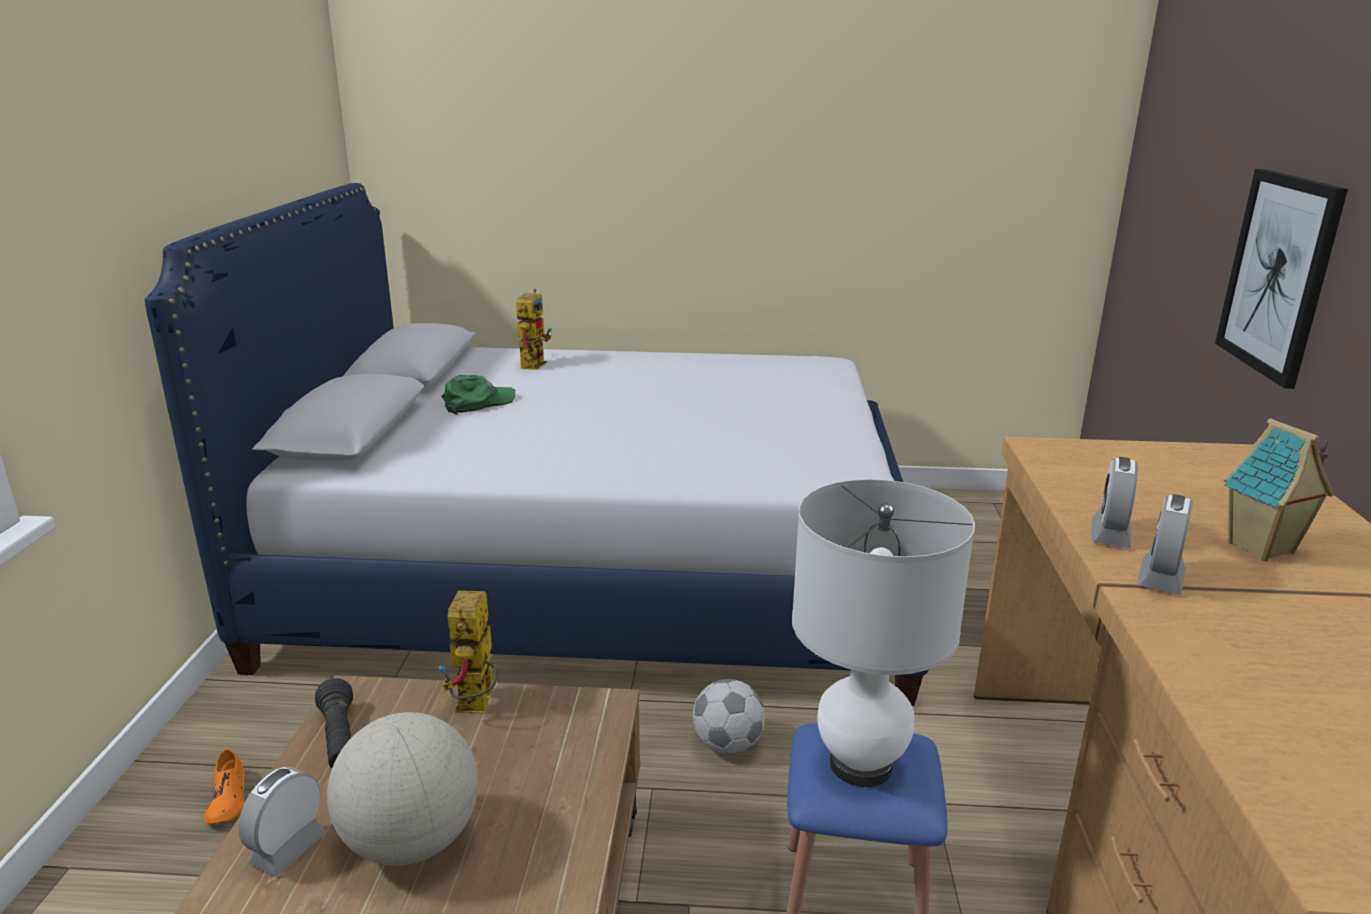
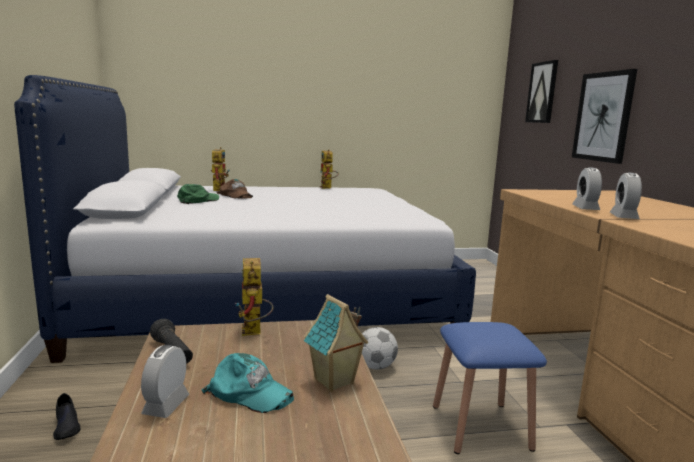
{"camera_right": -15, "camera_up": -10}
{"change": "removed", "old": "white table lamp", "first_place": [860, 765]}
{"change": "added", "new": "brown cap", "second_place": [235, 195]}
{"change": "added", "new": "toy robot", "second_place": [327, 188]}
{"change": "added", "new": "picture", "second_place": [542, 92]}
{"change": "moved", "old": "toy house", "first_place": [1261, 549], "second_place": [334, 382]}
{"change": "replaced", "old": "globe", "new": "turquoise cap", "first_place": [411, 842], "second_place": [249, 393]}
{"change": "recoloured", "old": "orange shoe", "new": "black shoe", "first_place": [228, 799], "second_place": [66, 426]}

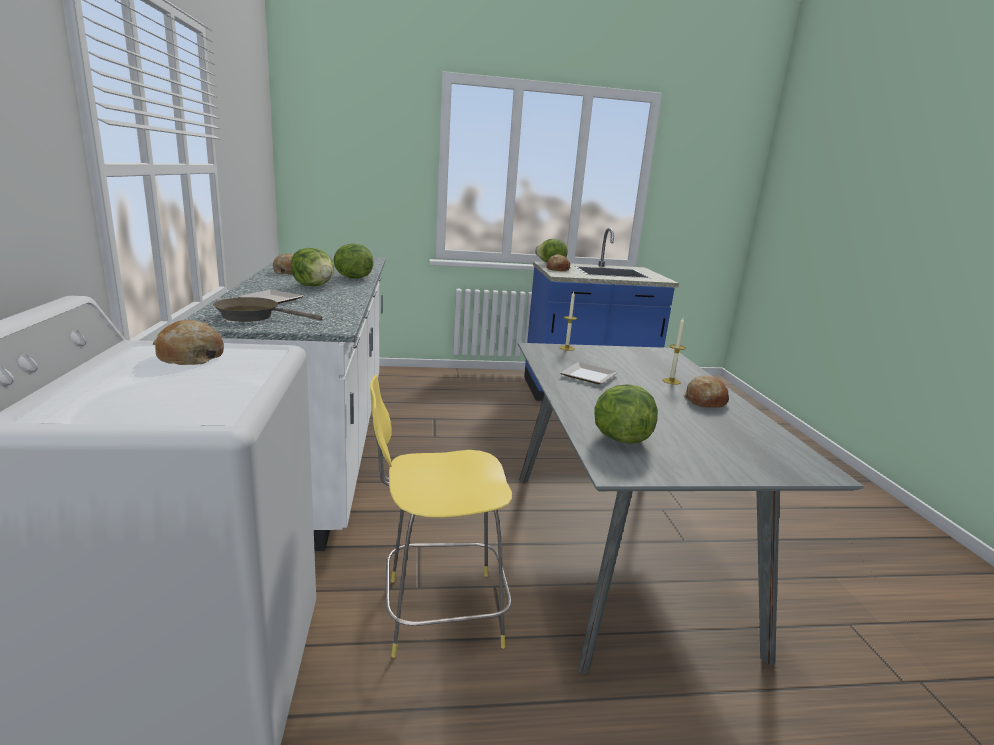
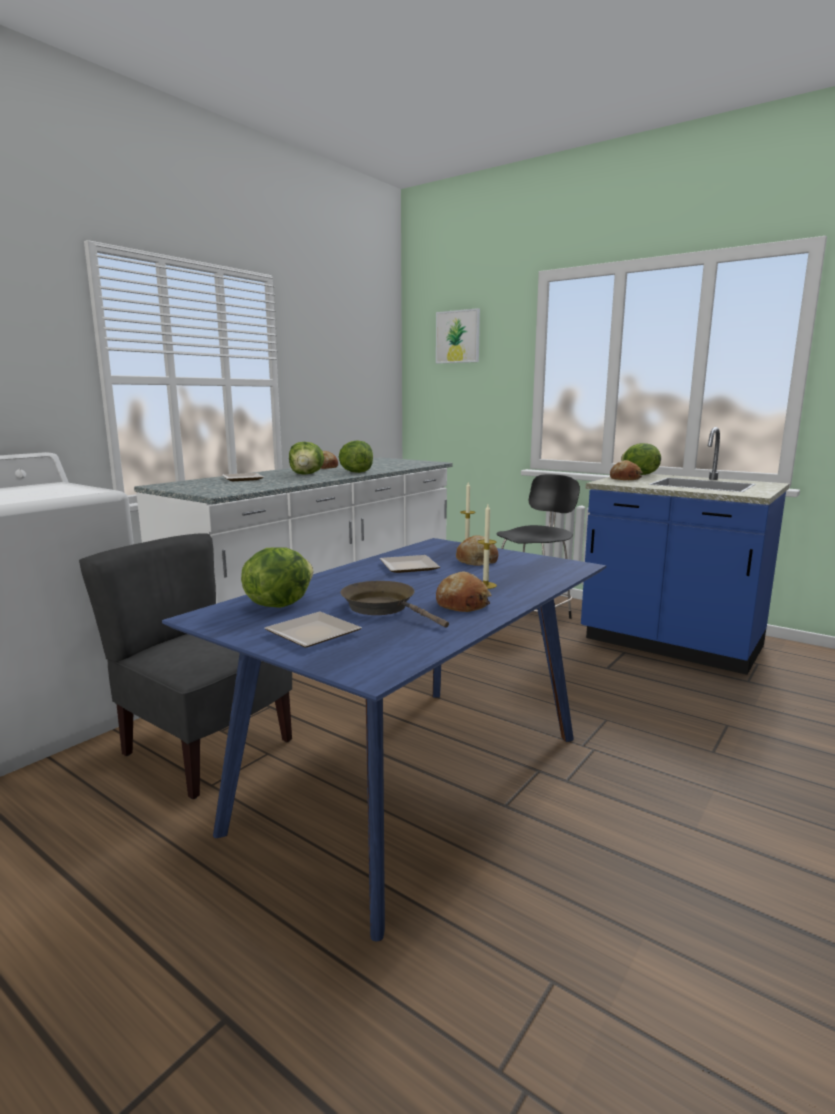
{"camera_right": 45, "camera_up": -5}
{"change": "added", "new": "plate", "second_place": [309, 634]}
{"change": "added", "new": "picture", "second_place": [458, 336]}
{"change": "added", "new": "black stool", "second_place": [532, 619]}
{"change": "moved", "old": "bread", "first_place": [189, 357], "second_place": [476, 561]}
{"change": "moved", "old": "brown frying pan", "first_place": [253, 316], "second_place": [383, 608]}
{"change": "replaced", "old": "yellow stool", "new": "grey chair", "first_place": [438, 612], "second_place": [205, 749]}
{"change": "recoloured", "old": "grey dining table", "new": "blue dining table", "first_place": [617, 551], "second_place": [414, 779]}

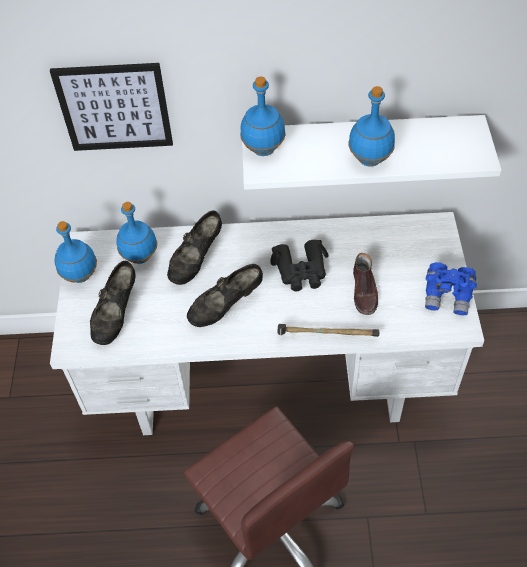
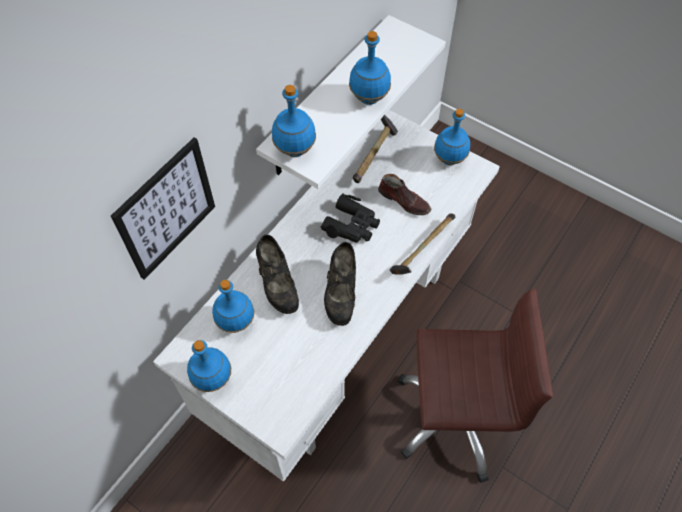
{"camera_right": -55, "camera_up": 5}
{"change": "removed", "old": "black shoe", "first_place": [116, 315]}
{"change": "added", "new": "hammer", "second_place": [374, 155]}
{"change": "replaced", "old": "blue binoculars", "new": "blue bottle", "first_place": [448, 296], "second_place": [449, 159]}

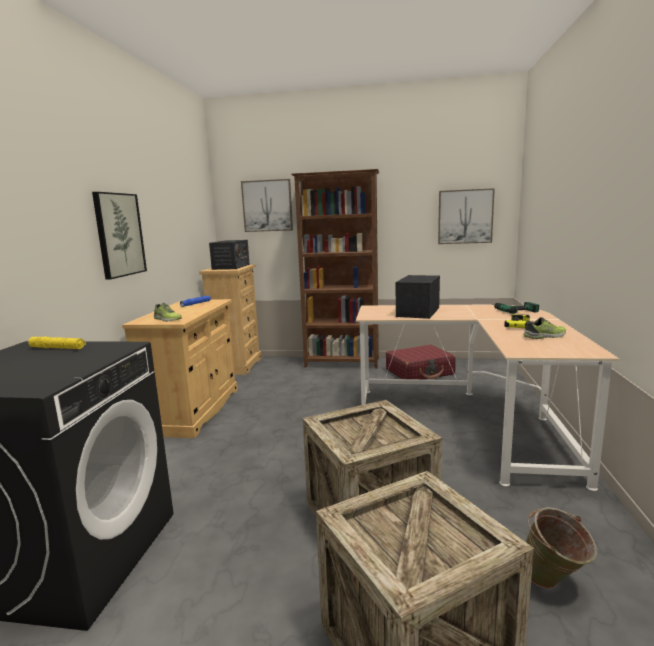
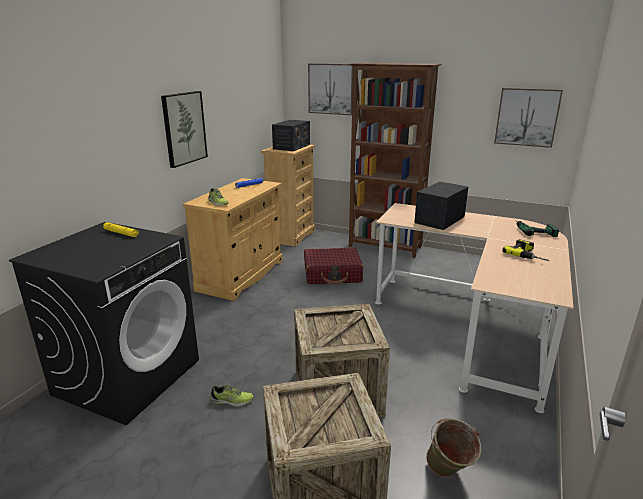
{"camera_right": 15, "camera_up": 10}
{"change": "moved", "old": "red suitcase", "first_place": [420, 372], "second_place": [332, 274]}
{"change": "moved", "old": "shoe", "first_place": [545, 336], "second_place": [231, 401]}

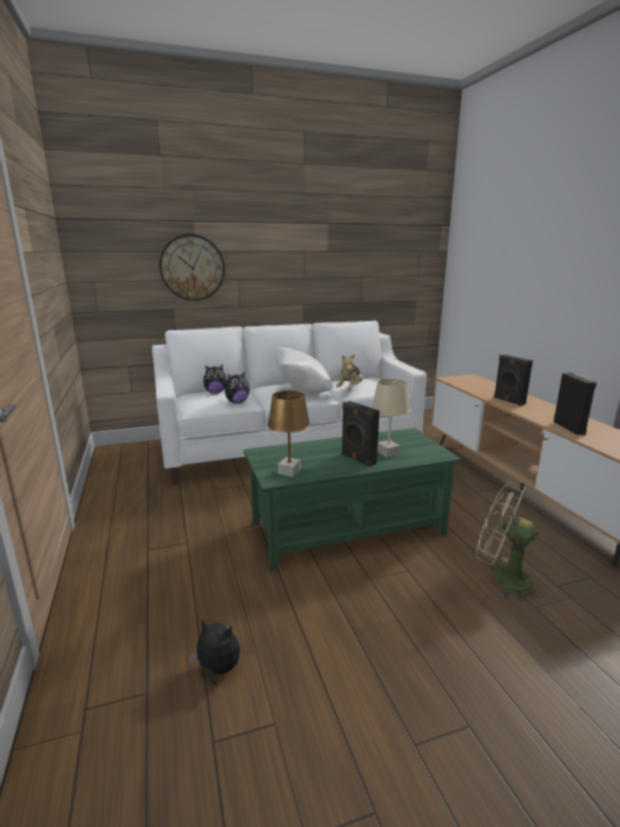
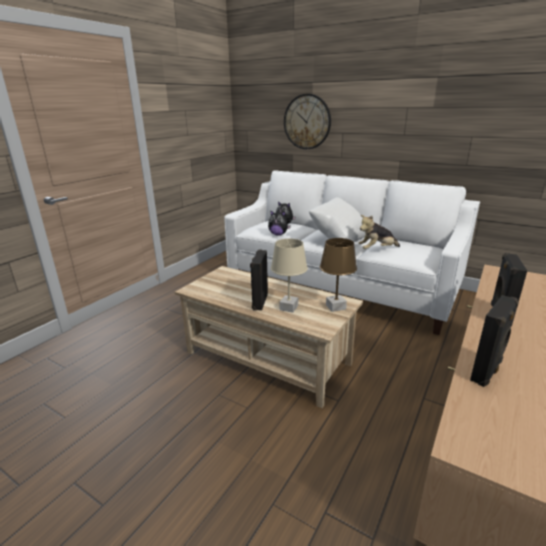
{"camera_right": 50, "camera_up": 5}
{"change": "removed", "old": "plush toy", "first_place": [218, 670]}
{"change": "removed", "old": "green fan", "first_place": [502, 577]}
{"change": "moved", "old": "brown table lamp", "first_place": [289, 471], "second_place": [336, 307]}
{"change": "recoloured", "old": "green coffee table", "new": "beige coffee table", "first_place": [347, 528], "second_place": [268, 358]}

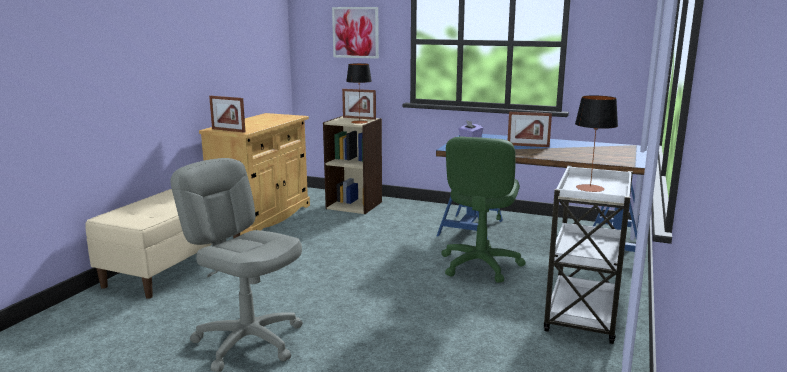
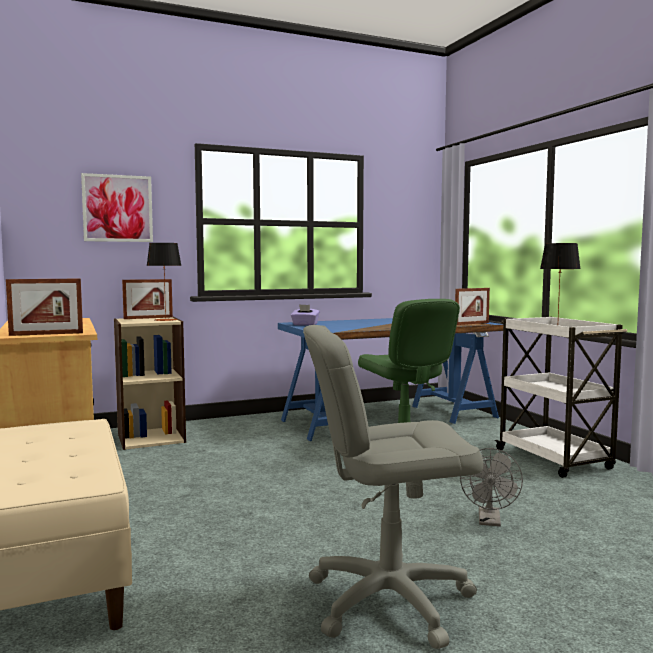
{"camera_right": -45, "camera_up": -10}
{"change": "added", "new": "grey fan", "second_place": [490, 521]}
{"change": "moved", "old": "picture frame", "first_place": [528, 146], "second_place": [471, 323]}

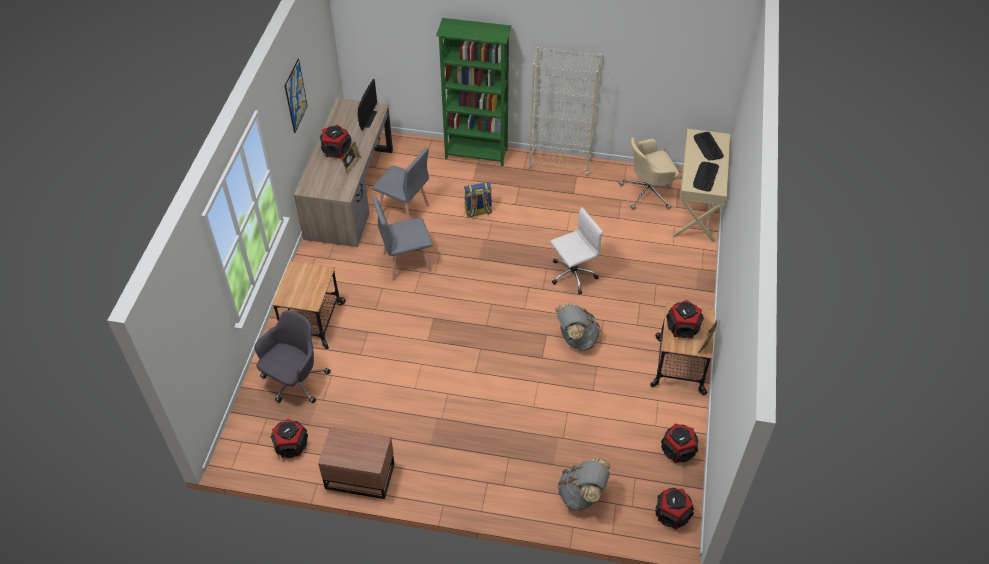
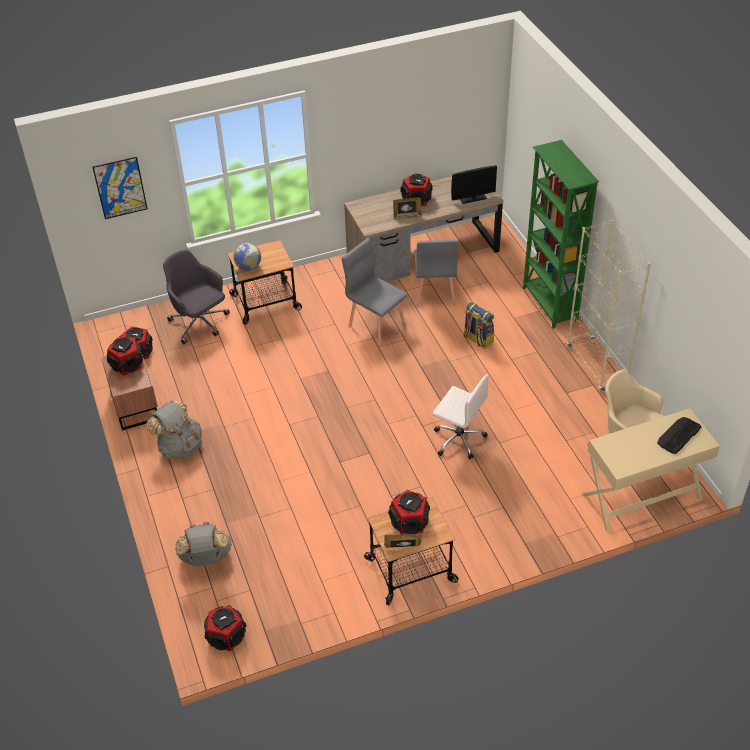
{"camera_right": 60, "camera_up": -5}
{"change": "removed", "old": "keyboard", "first_place": [705, 176]}
{"change": "added", "new": "globe", "second_place": [248, 267]}
{"change": "moved", "old": "picture", "first_place": [295, 96], "second_place": [120, 188]}
{"change": "moved", "old": "grey backpack", "first_place": [576, 339], "second_place": [180, 446]}
{"change": "moved", "old": "speaker", "first_place": [678, 450], "second_place": [127, 365]}
{"change": "turned", "old": "grey office chair", "first_place": [295, 381], "second_place": [199, 323], "degrees": -135}

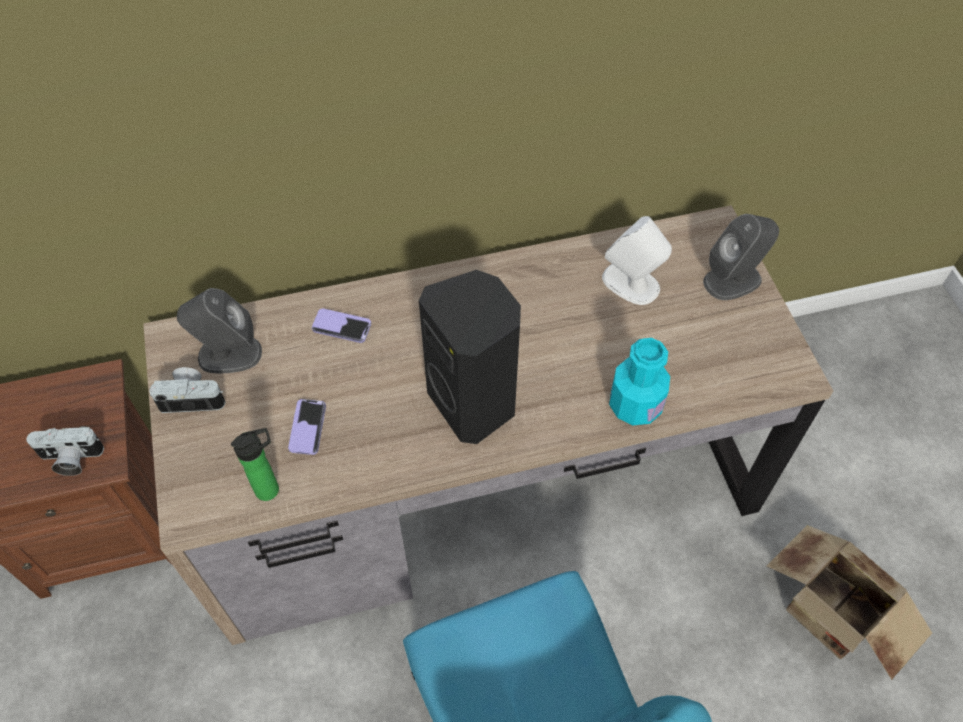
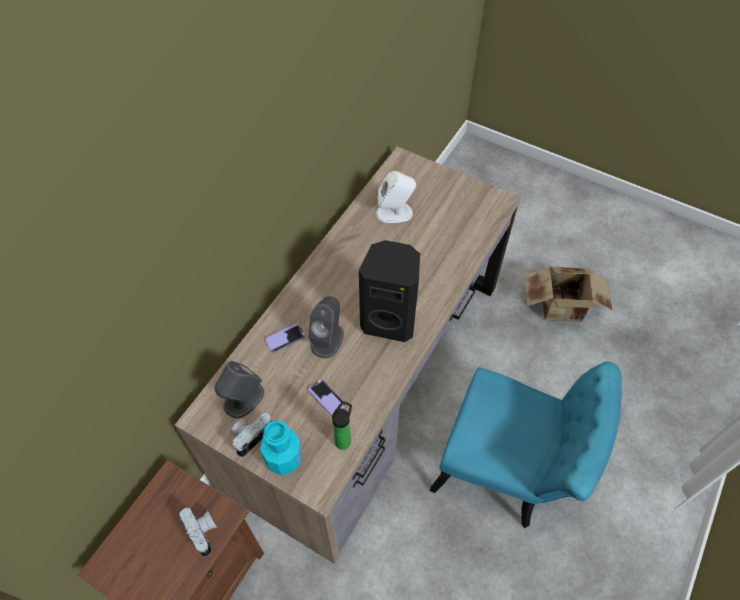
{"camera_right": -45, "camera_up": 0}
{"change": "moved", "old": "turquoise bottle", "first_place": [635, 405], "second_place": [284, 457]}
{"change": "moved", "old": "grey speaker", "first_place": [733, 280], "second_place": [327, 339]}
{"change": "turned", "old": "photo camera", "first_place": [70, 459], "second_place": [204, 531], "degrees": -75}

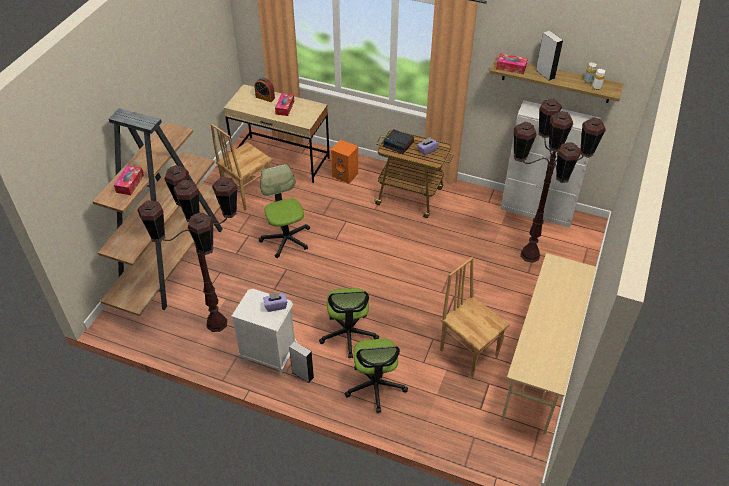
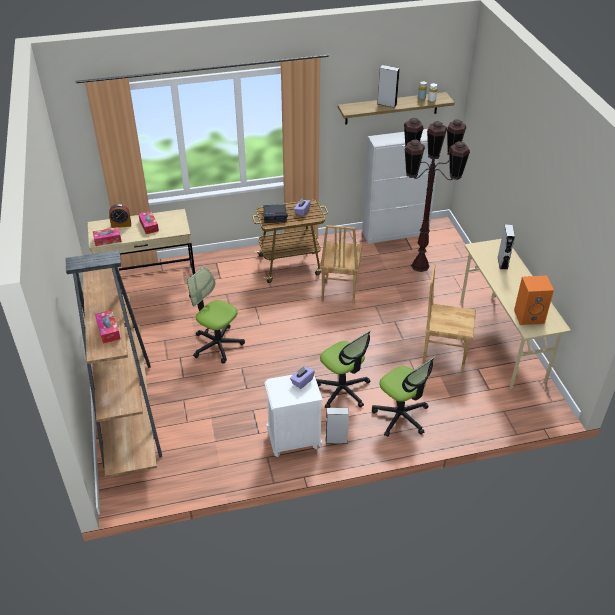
{"camera_right": -35, "camera_up": -5}
{"change": "removed", "old": "brown floor lamp", "first_place": [217, 323]}
{"change": "added", "new": "grey speaker", "second_place": [502, 263]}
{"change": "moved", "old": "brown chair", "first_place": [247, 193], "second_place": [339, 291]}
{"change": "moved", "old": "orange speaker", "first_place": [346, 175], "second_place": [529, 316]}
{"change": "moved", "old": "tissue box", "first_place": [511, 67], "second_place": [107, 240]}

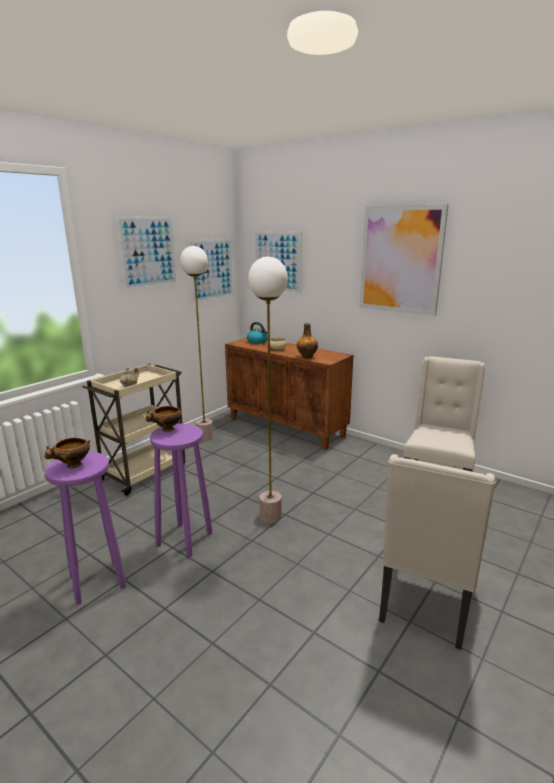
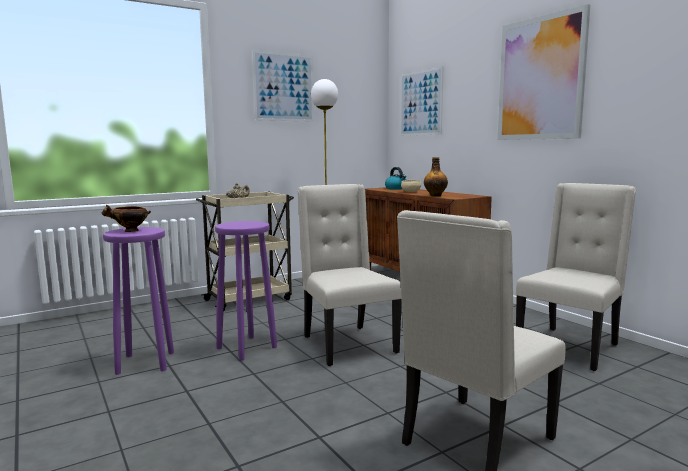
{"camera_right": 20, "camera_up": -10}
{"change": "removed", "old": "bowl", "first_place": [167, 430]}
{"change": "removed", "old": "picture", "first_place": [212, 270]}
{"change": "replaced", "old": "floor lamp", "new": "beige chair", "first_place": [270, 516], "second_place": [346, 344]}

